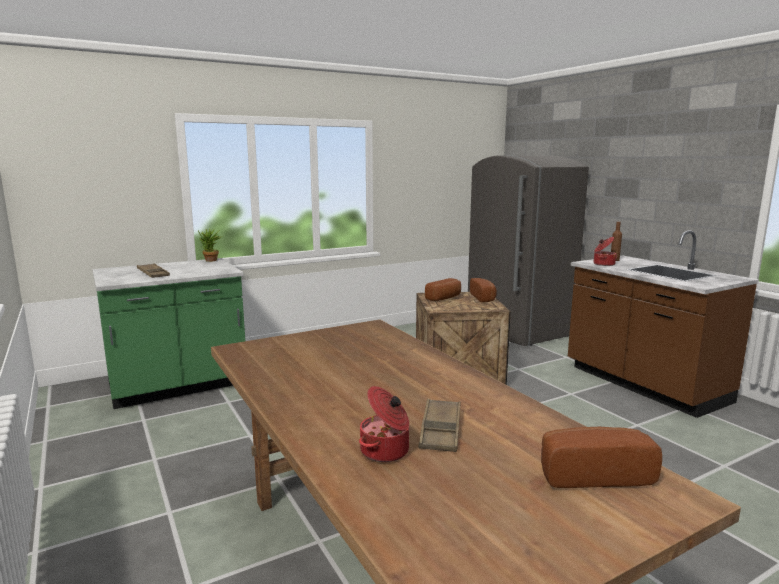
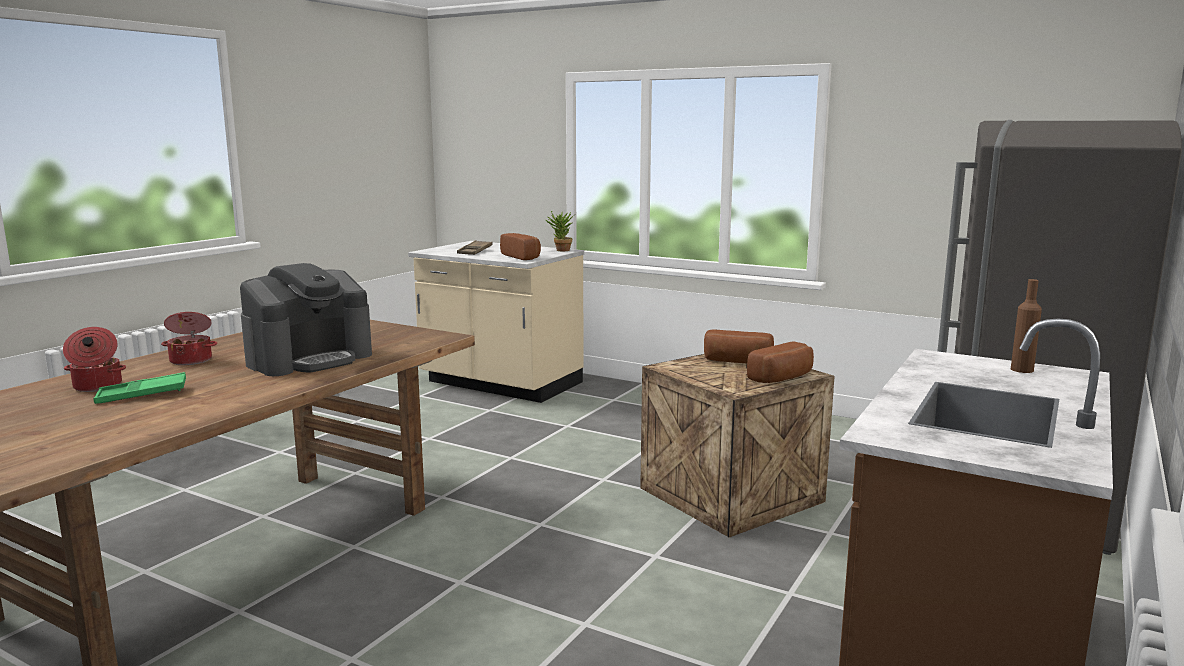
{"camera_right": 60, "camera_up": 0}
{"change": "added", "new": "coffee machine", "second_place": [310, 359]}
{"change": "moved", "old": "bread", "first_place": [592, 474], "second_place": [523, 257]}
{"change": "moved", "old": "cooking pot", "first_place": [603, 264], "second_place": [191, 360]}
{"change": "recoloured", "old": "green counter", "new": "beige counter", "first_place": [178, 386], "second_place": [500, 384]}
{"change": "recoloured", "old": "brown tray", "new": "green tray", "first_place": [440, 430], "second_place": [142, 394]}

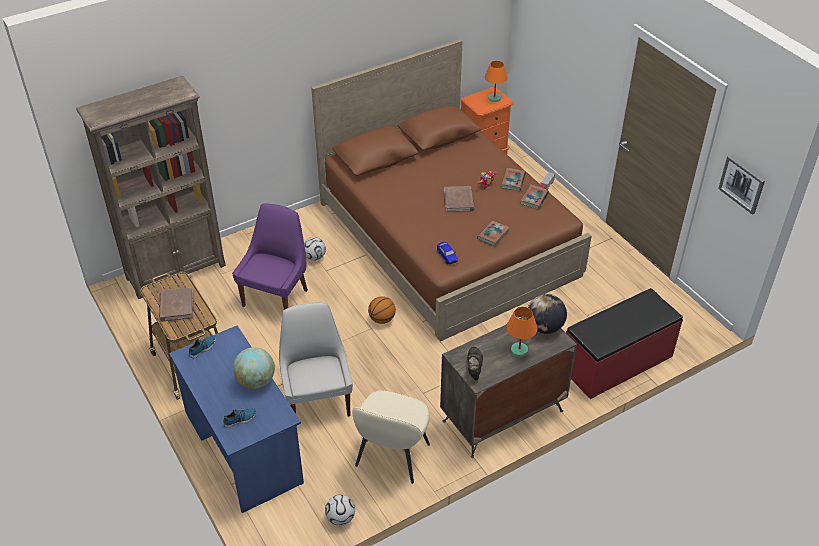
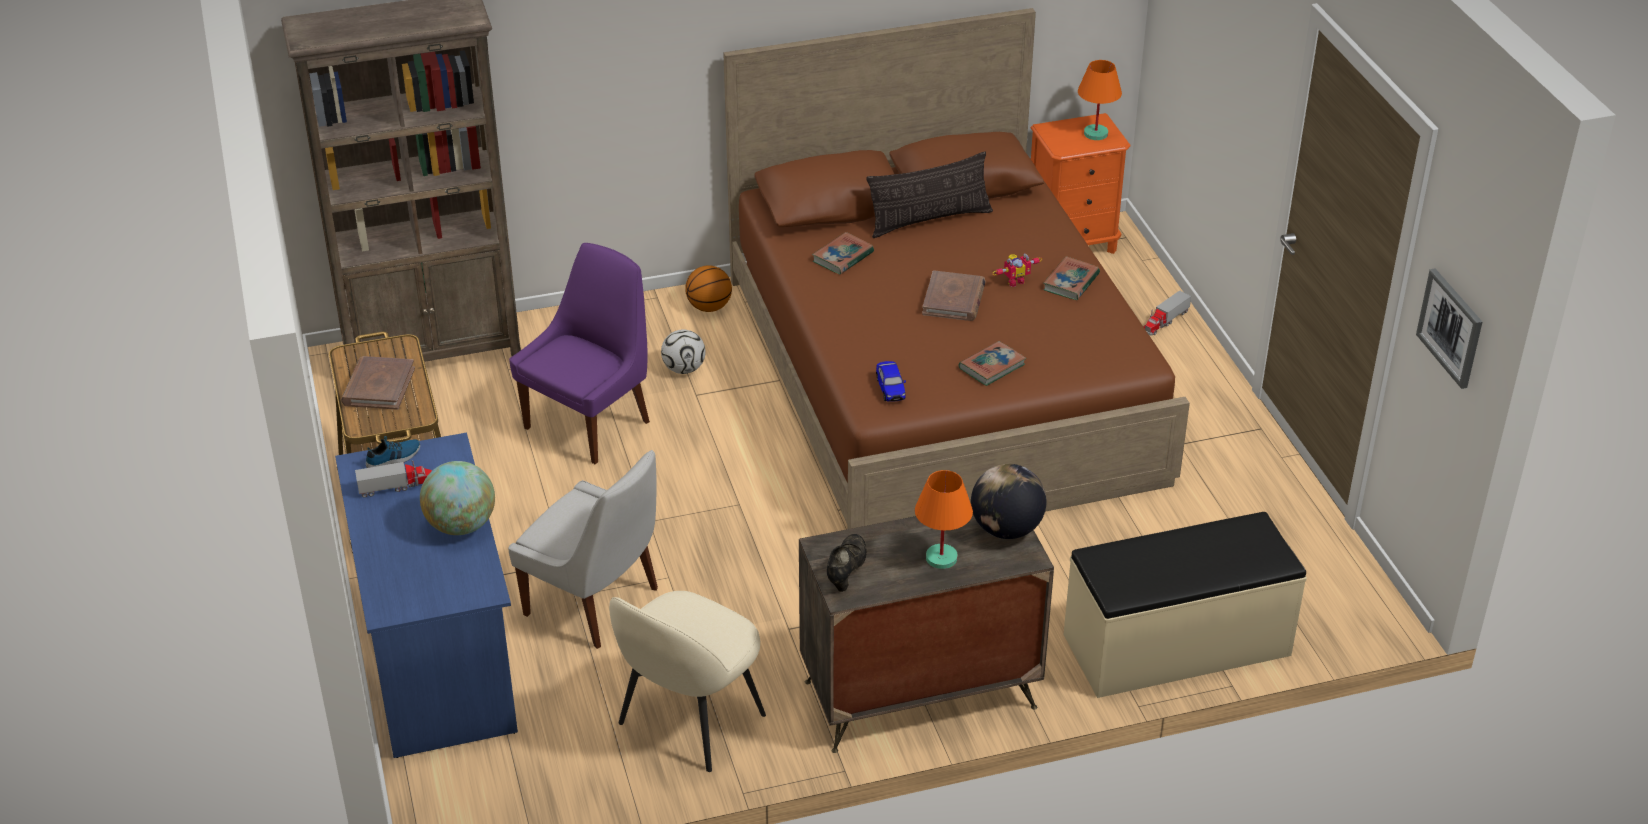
{"camera_right": 15, "camera_up": -5}
{"change": "removed", "old": "shoe", "first_place": [240, 419]}
{"change": "removed", "old": "football", "first_place": [340, 518]}
{"change": "added", "new": "toy truck", "second_place": [396, 486]}
{"change": "added", "new": "pillow", "second_place": [929, 220]}
{"change": "moved", "old": "basketball", "first_place": [382, 319], "second_place": [709, 307]}
{"change": "moved", "old": "book", "first_place": [534, 198], "second_place": [843, 257]}
{"change": "recoloured", "old": "red bench", "new": "beige bench", "first_place": [617, 362], "second_place": [1177, 646]}
{"change": "turned", "old": "white chair", "first_place": [318, 399], "second_place": [596, 603], "degrees": 120}

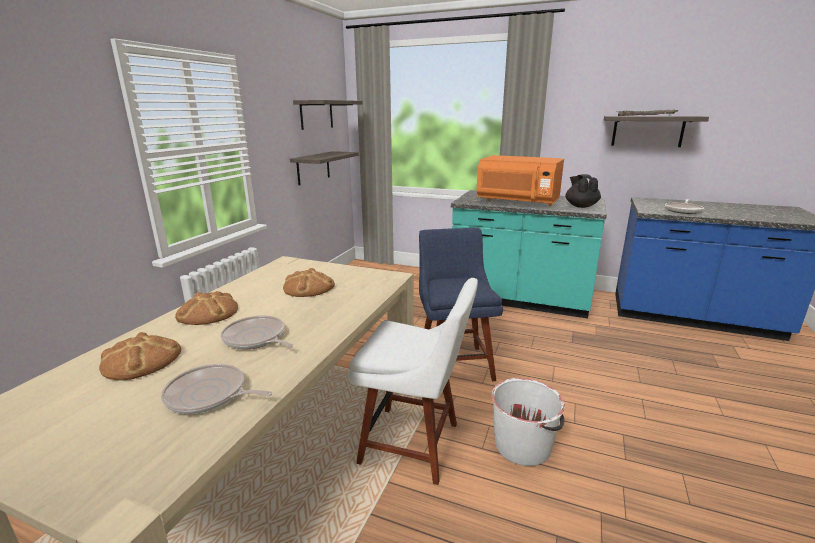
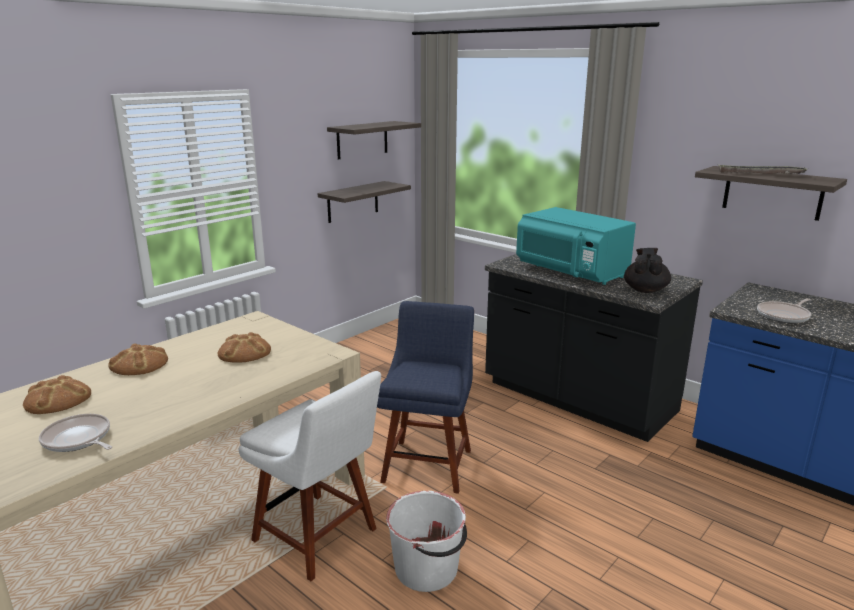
{"camera_right": 20, "camera_up": 0}
{"change": "removed", "old": "frying pan", "first_place": [256, 338]}
{"change": "recoloured", "old": "turquoise counter", "new": "black counter", "first_place": [519, 299], "second_place": [578, 399]}
{"change": "recoloured", "old": "orange microwave", "new": "turquoise microwave", "first_place": [518, 201], "second_place": [571, 272]}

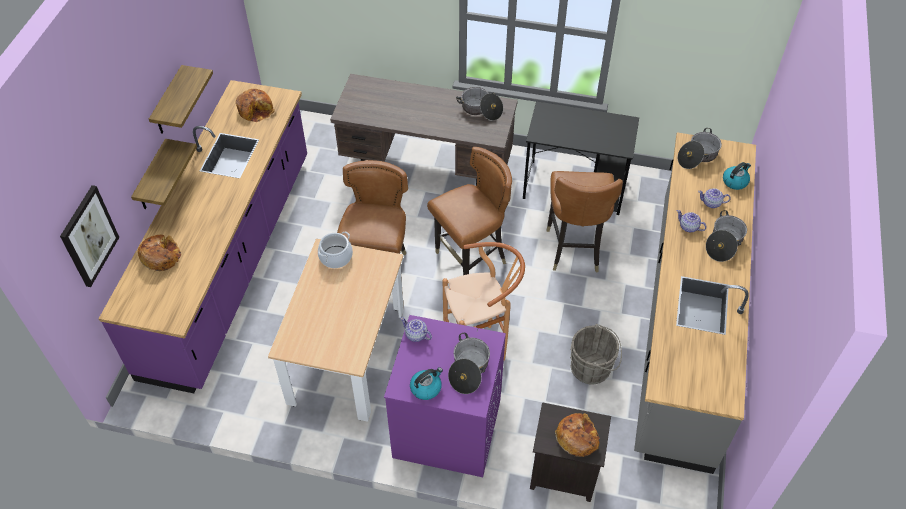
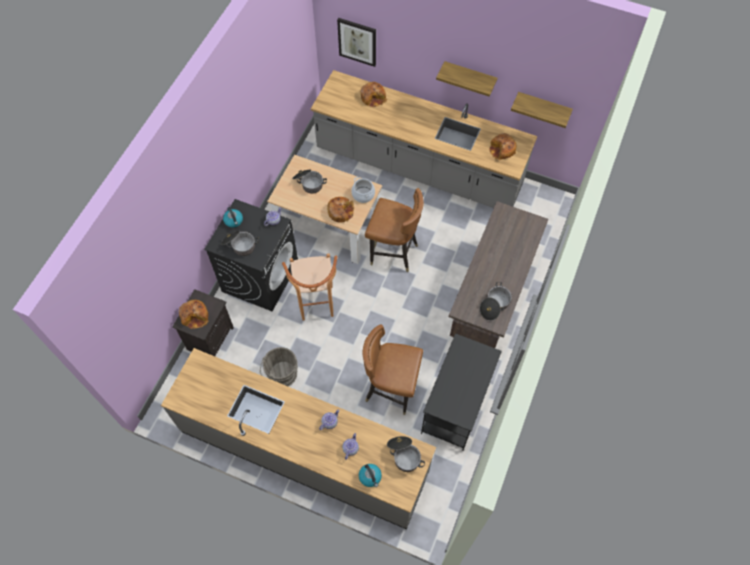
{"camera_right": 100, "camera_up": 10}
{"change": "removed", "old": "brown chair", "first_place": [470, 261]}
{"change": "added", "new": "bread", "second_place": [340, 211]}
{"change": "moved", "old": "shelf", "first_place": [152, 177], "second_place": [543, 107]}
{"change": "moved", "old": "cooking pot", "first_place": [723, 243], "second_place": [309, 183]}
{"change": "recoloured", "old": "purple counter", "new": "grey counter", "first_place": [230, 262], "second_place": [419, 167]}
{"change": "recoloured", "old": "purple washing machine", "new": "black washing machine", "first_place": [446, 429], "second_place": [260, 276]}

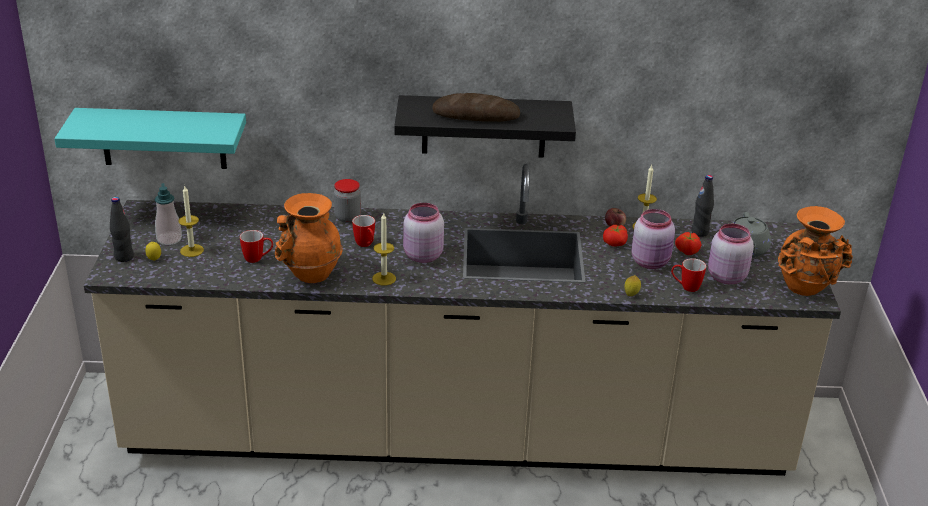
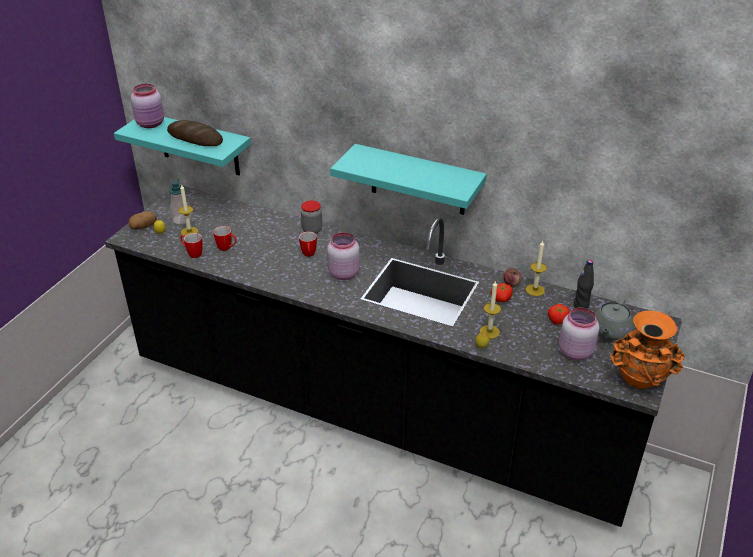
{"camera_right": 25, "camera_up": 5}
{"change": "removed", "old": "orange vase", "first_place": [310, 274]}
{"change": "moved", "old": "candle", "first_place": [384, 278], "second_place": [489, 331]}
{"change": "moved", "old": "bread", "first_place": [476, 114], "second_place": [195, 138]}
{"change": "moved", "old": "pink jar", "first_place": [651, 262], "second_place": [151, 124]}
{"change": "moved", "old": "mug", "first_place": [685, 287], "second_place": [192, 253]}
{"change": "replaced", "old": "black bottle", "new": "potato", "first_place": [124, 257], "second_place": [143, 226]}
{"change": "recoloured", "old": "beige counter", "new": "black counter", "first_place": [457, 436], "second_place": [376, 412]}
{"change": "recoloured", "old": "black shelf", "new": "turquoise shelf", "first_place": [484, 126], "second_place": [418, 180]}

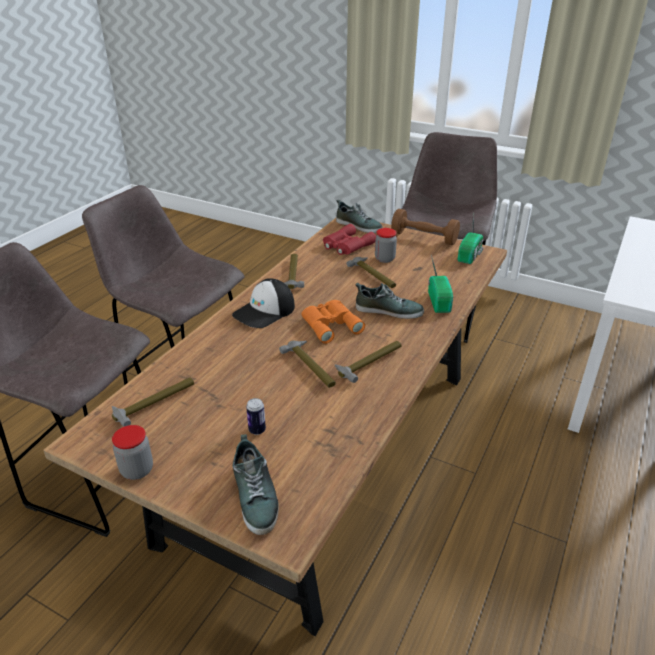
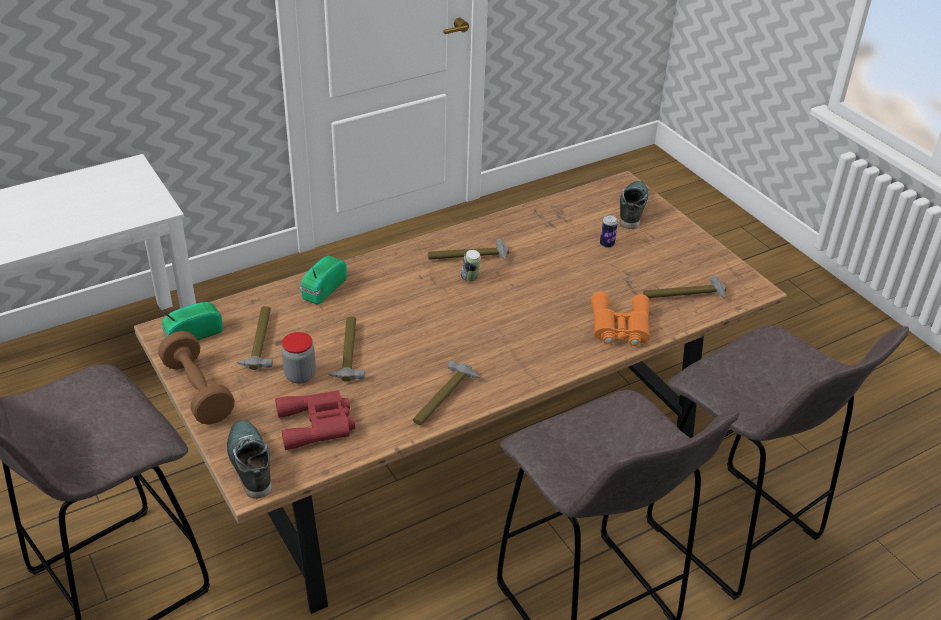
{"camera_right": -150, "camera_up": 5}
{"change": "removed", "old": "jar", "first_place": [137, 470]}
{"change": "removed", "old": "cap", "first_place": [265, 311]}
{"change": "removed", "old": "shoe", "first_place": [389, 310]}
{"change": "added", "new": "can", "second_place": [470, 278]}
{"change": "moved", "old": "hammer", "first_place": [310, 367], "second_place": [260, 342]}
{"change": "moved", "old": "orange binoculars", "first_place": [330, 324], "second_place": [619, 327]}

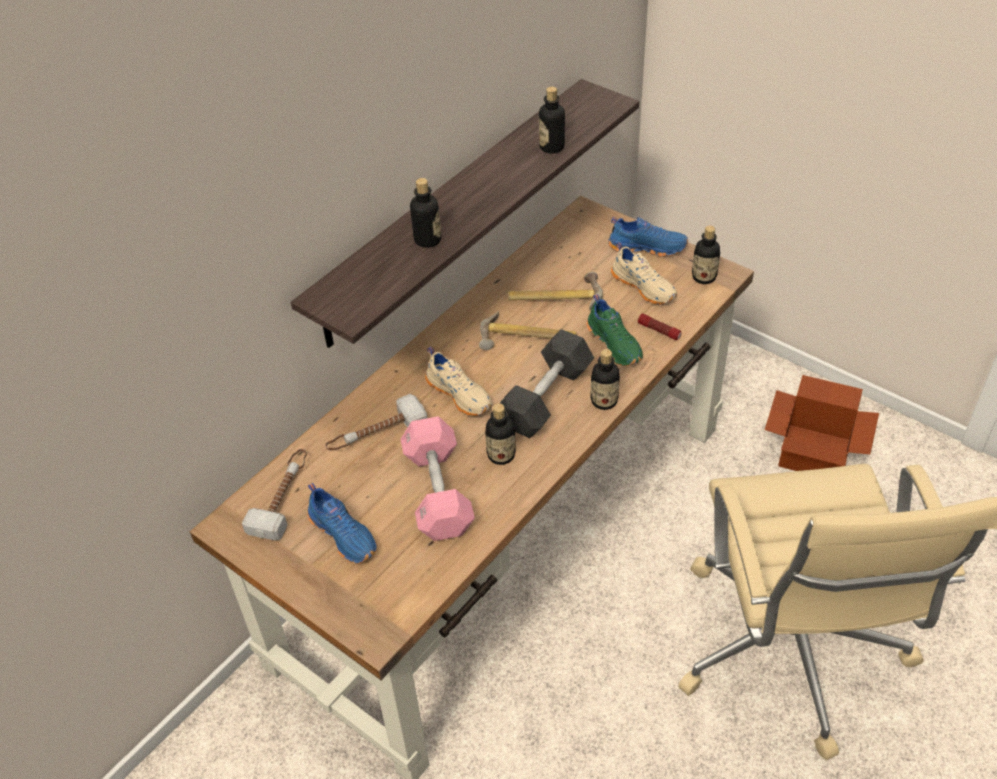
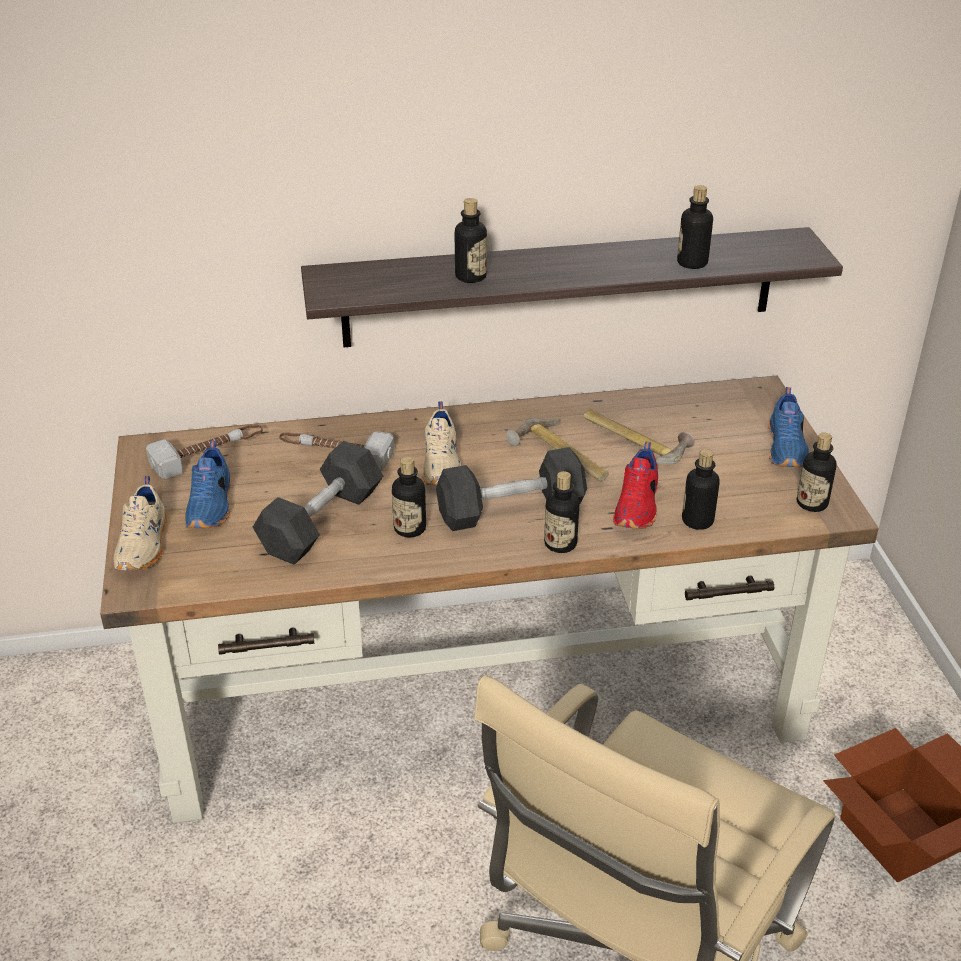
{"camera_right": 40, "camera_up": -10}
{"change": "moved", "old": "beige shoe", "first_place": [644, 286], "second_place": [144, 545]}
{"change": "replaced", "old": "flashlight", "new": "bottle", "first_place": [659, 331], "second_place": [697, 520]}
{"change": "recoloured", "old": "pink dumbbell", "new": "black dumbbell", "first_place": [438, 492], "second_place": [321, 522]}
{"change": "recoloured", "old": "green shoe", "new": "red shoe", "first_place": [615, 344], "second_place": [638, 506]}
{"change": "turned", "old": "blue shoe", "first_place": [647, 246], "second_place": [787, 448], "degrees": 45}

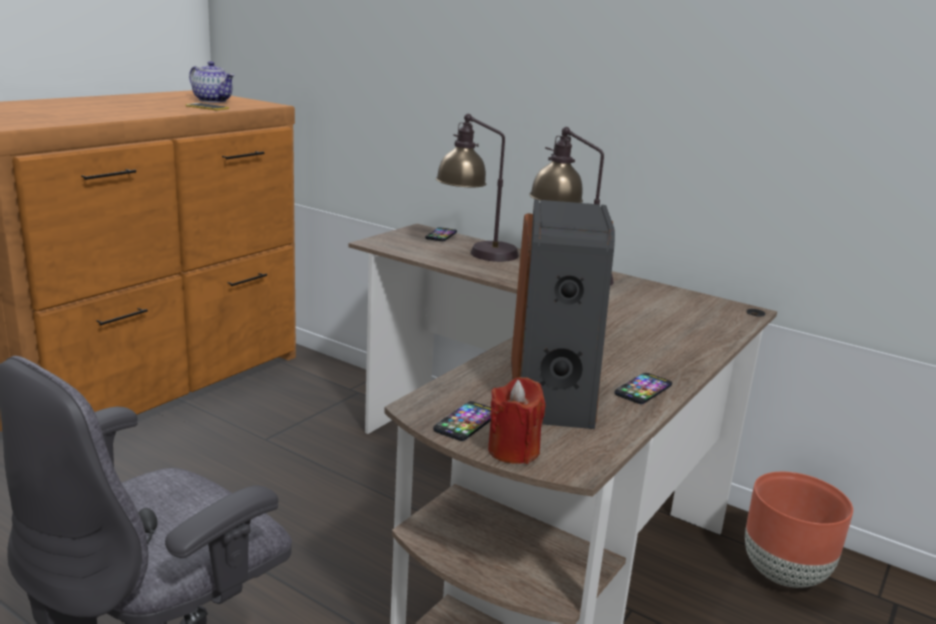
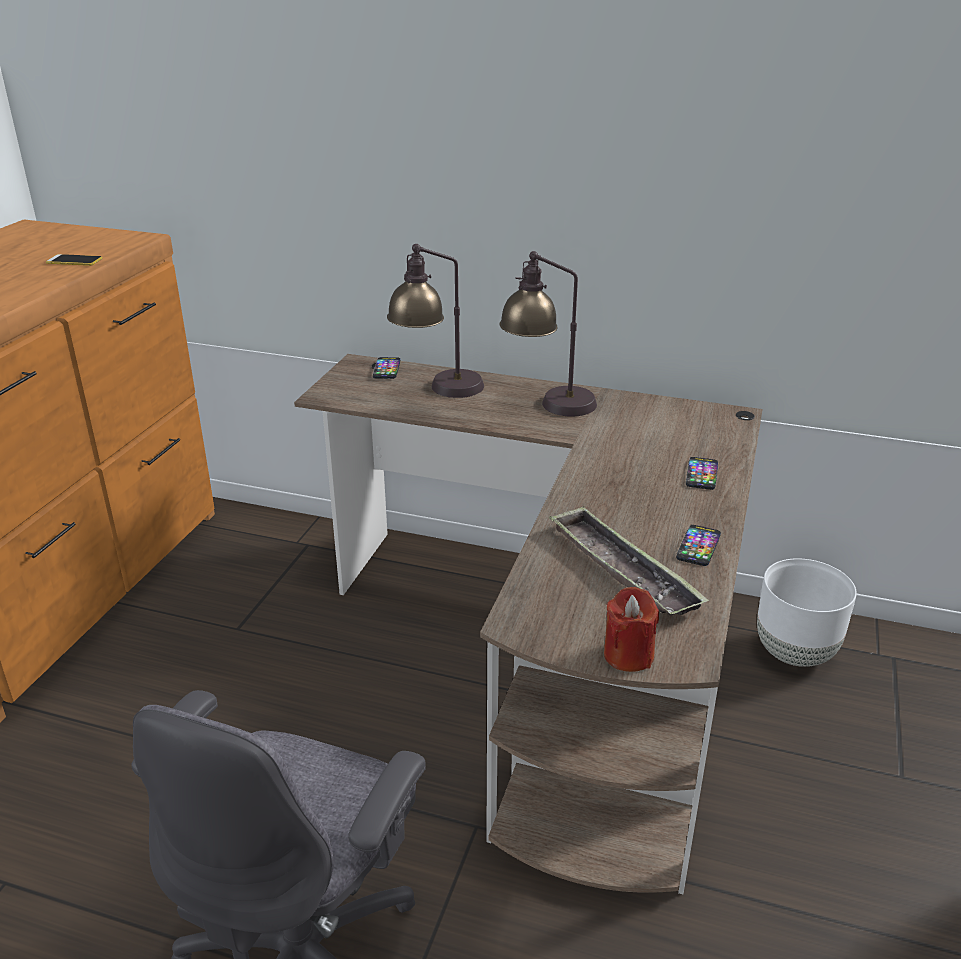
{"camera_right": -15, "camera_up": 10}
{"change": "removed", "old": "teapot", "first_place": [213, 100]}
{"change": "moved", "old": "phone", "first_place": [466, 422], "second_place": [701, 474]}
{"change": "replaced", "old": "speaker", "new": "tray", "first_place": [554, 391], "second_place": [622, 569]}
{"change": "recoloured", "old": "brown planter", "new": "white planter", "first_place": [782, 574], "second_place": [793, 653]}

